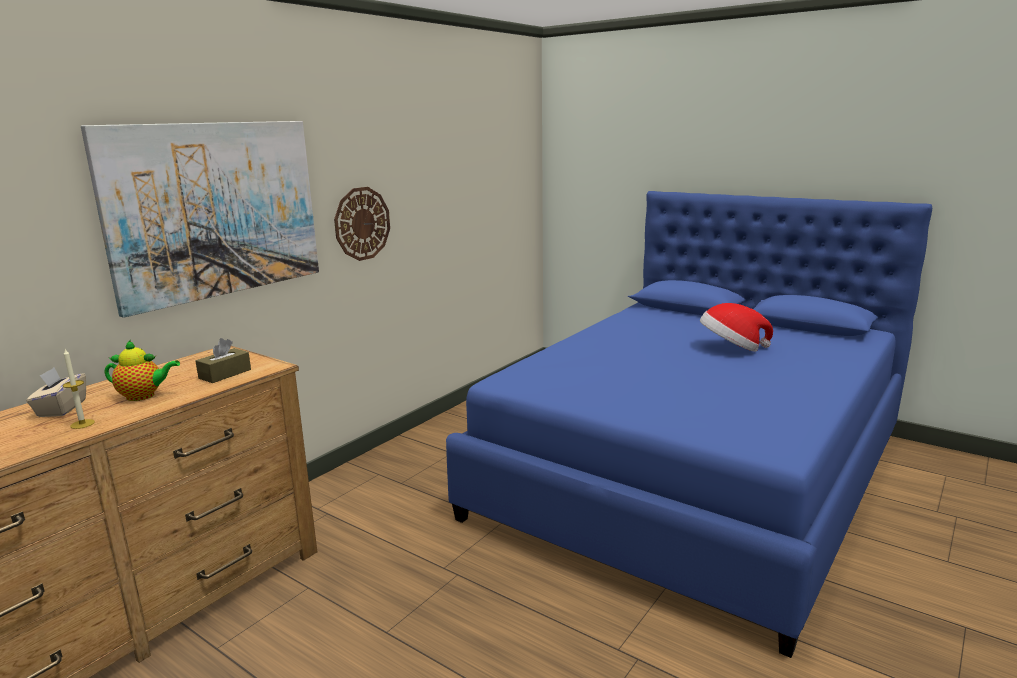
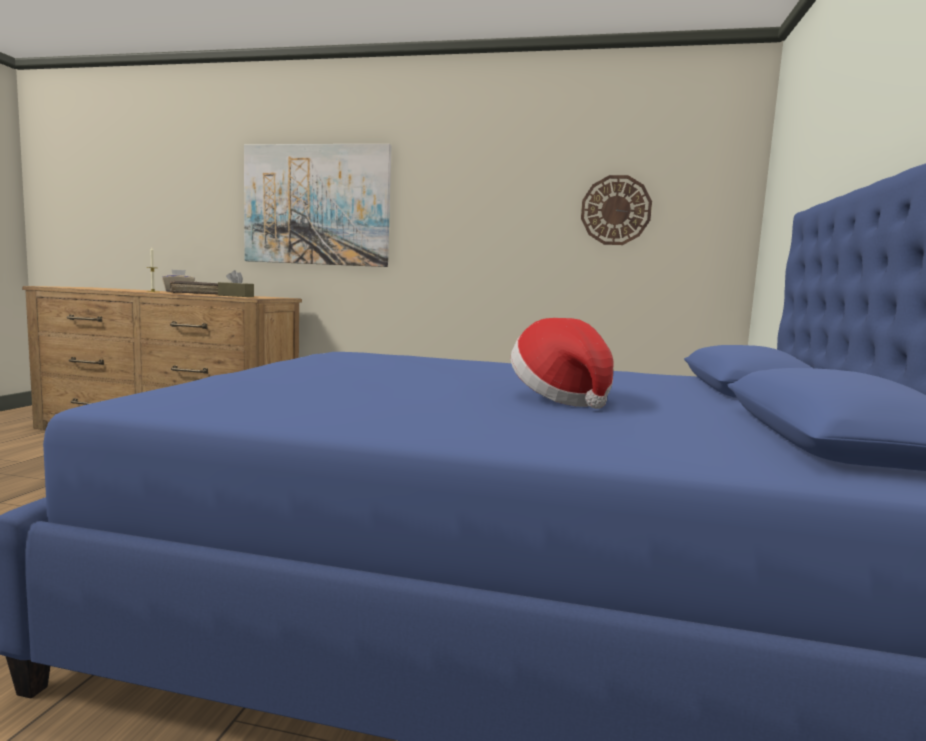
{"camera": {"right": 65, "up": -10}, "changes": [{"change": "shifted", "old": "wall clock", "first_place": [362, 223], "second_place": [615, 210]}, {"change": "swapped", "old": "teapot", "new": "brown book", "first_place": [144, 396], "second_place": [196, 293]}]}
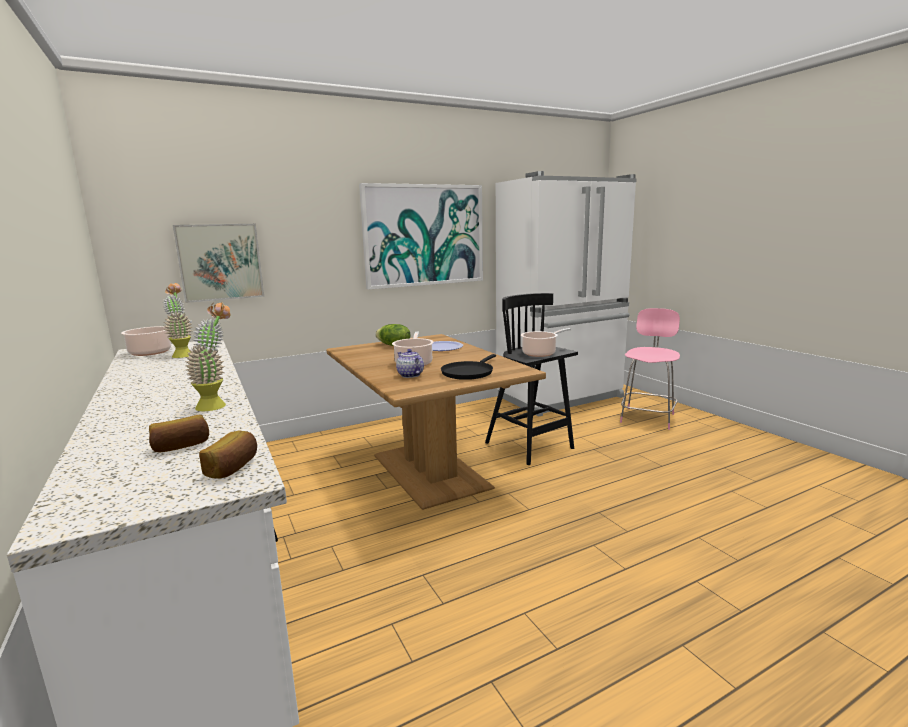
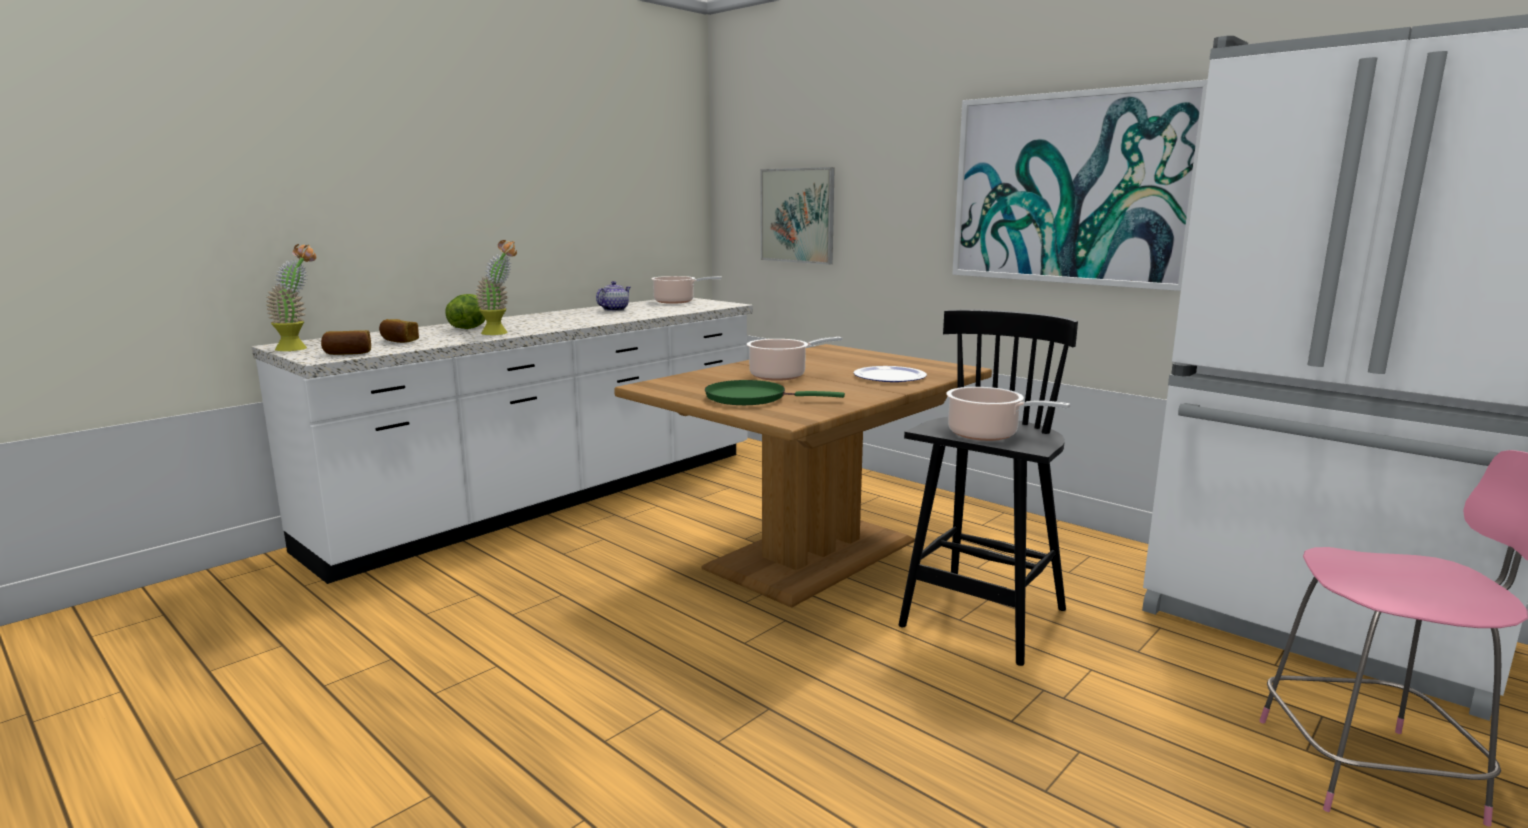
{"camera": {"right": 70, "up": 0}, "changes": [{"change": "shifted", "old": "potted plant", "first_place": [182, 354], "second_place": [299, 348]}, {"change": "shifted", "old": "lettuce", "first_place": [393, 345], "second_place": [469, 328]}, {"change": "shifted", "old": "teapot", "first_place": [409, 375], "second_place": [614, 309]}, {"change": "repainted", "old": "black frying pan", "new": "green frying pan", "first_place": [468, 372], "second_place": [751, 398]}]}
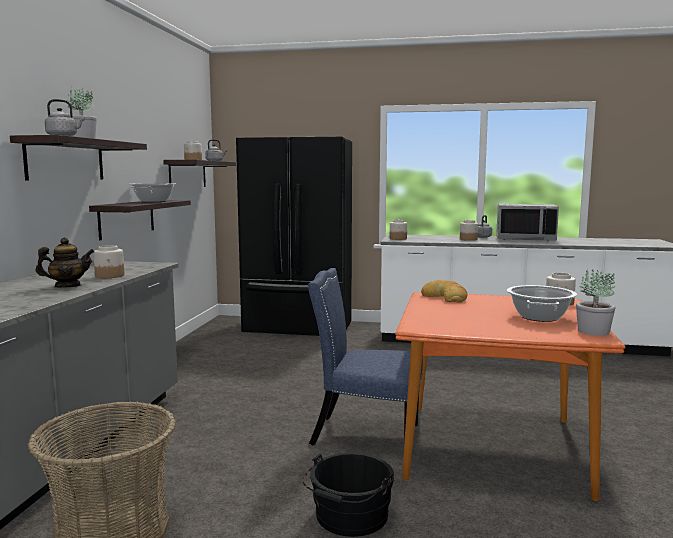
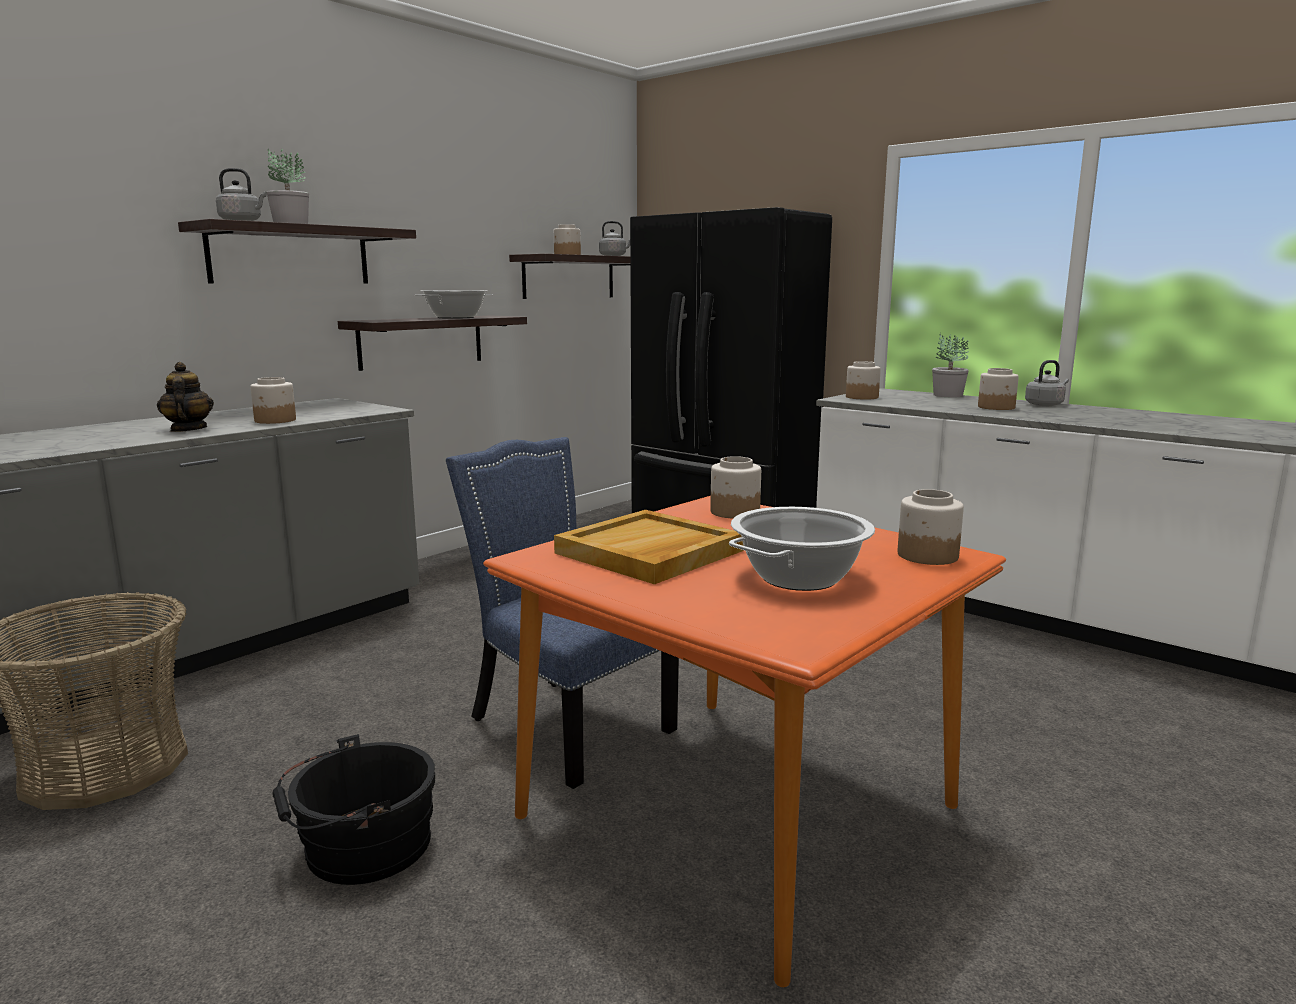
{"camera": {"right": 30, "up": 5}, "changes": [{"change": "gone", "old": "grey microwave", "first_place": [525, 239]}, {"change": "rotated", "old": "teapot", "first_place": [67, 286], "second_place": [188, 429], "degrees": -120}, {"change": "shifted", "old": "potted plant", "first_place": [593, 331], "second_place": [947, 395]}, {"change": "swapped", "old": "bread", "new": "jar", "first_place": [445, 297], "second_place": [734, 512]}, {"change": "new", "new": "beige tray", "second_place": [649, 552]}]}
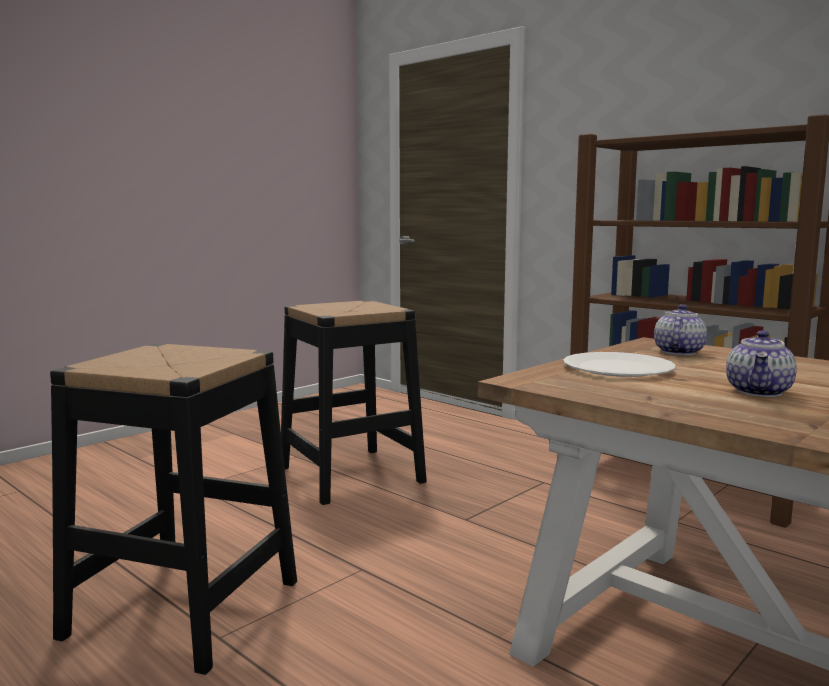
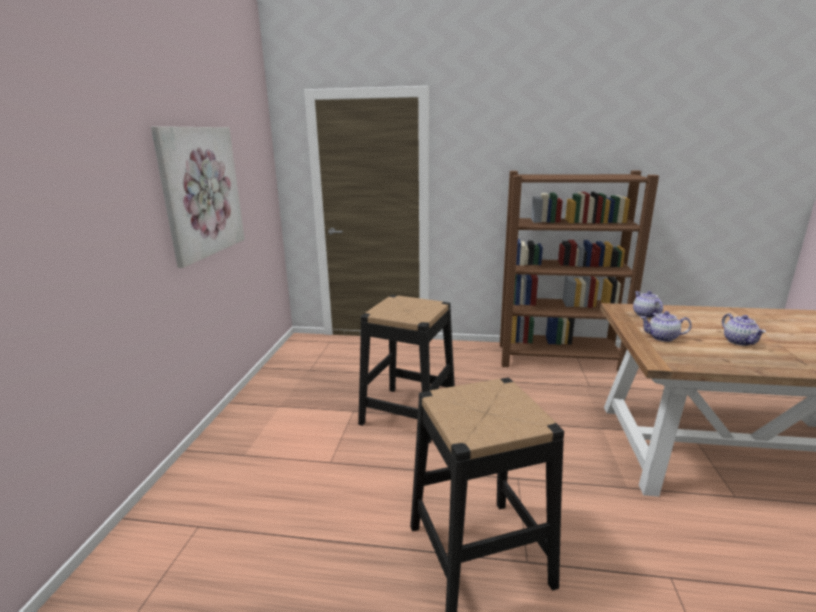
{"camera": {"right": -35, "up": 10}, "changes": [{"change": "swapped", "old": "white plate", "new": "teapot", "first_place": [618, 368], "second_place": [662, 338]}, {"change": "new", "new": "picture", "second_place": [202, 192]}]}
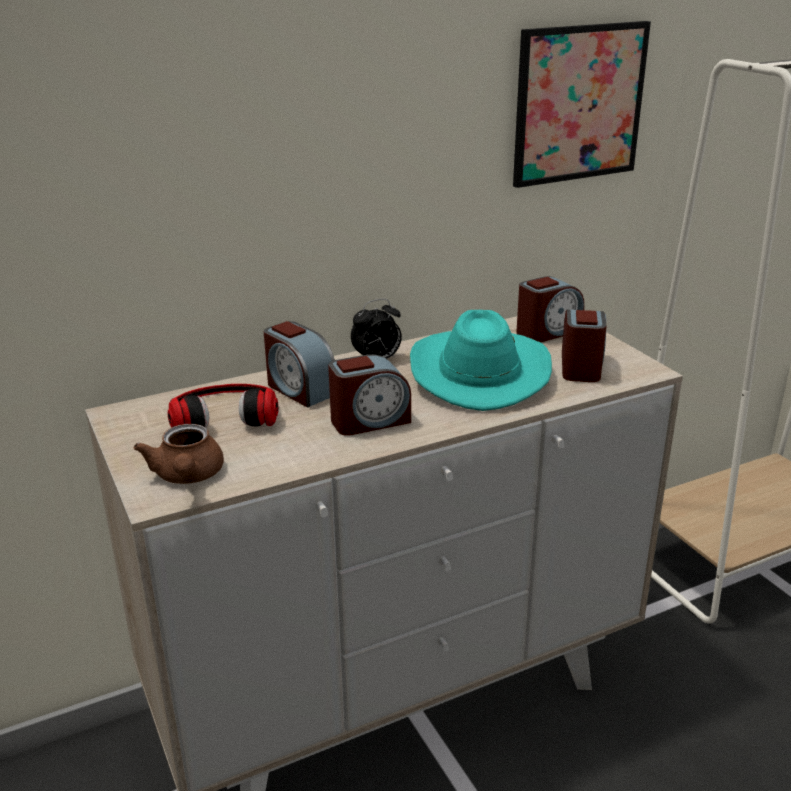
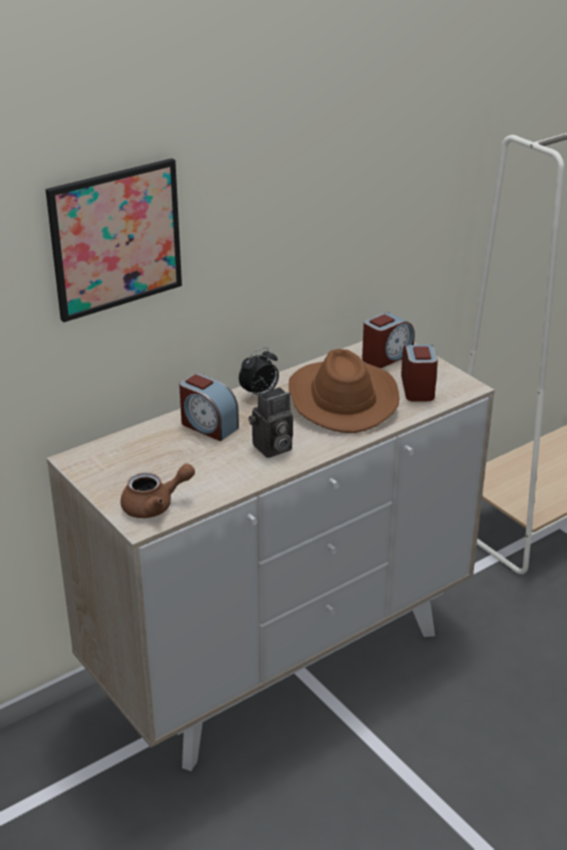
{"camera": {"right": -10, "up": 5}, "changes": [{"change": "shifted", "old": "picture", "first_place": [578, 104], "second_place": [116, 239]}, {"change": "repainted", "old": "turquoise hat", "new": "brown hat", "first_place": [478, 372], "second_place": [341, 399]}, {"change": "swapped", "old": "alarm clock", "new": "photo camera", "first_place": [370, 421], "second_place": [272, 449]}, {"change": "gone", "old": "headphones", "first_place": [224, 414]}, {"change": "rotated", "old": "brown teapot", "first_place": [187, 477], "second_place": [155, 506], "degrees": -90}]}
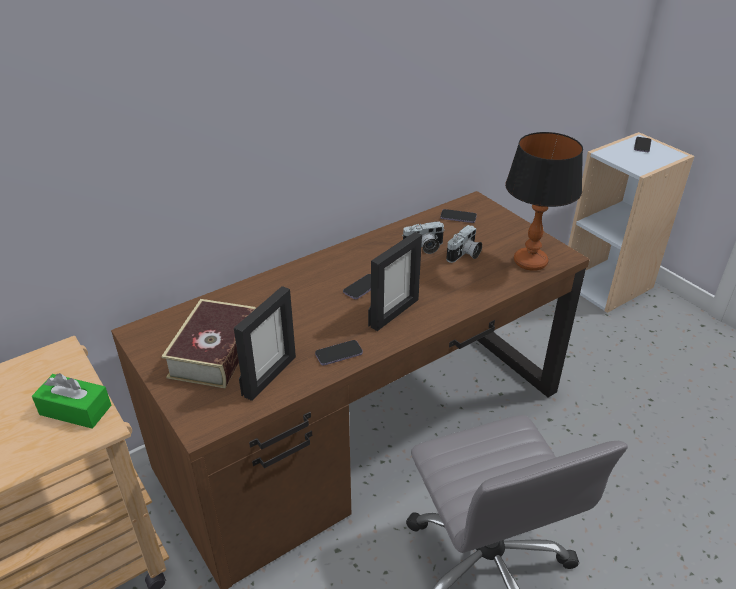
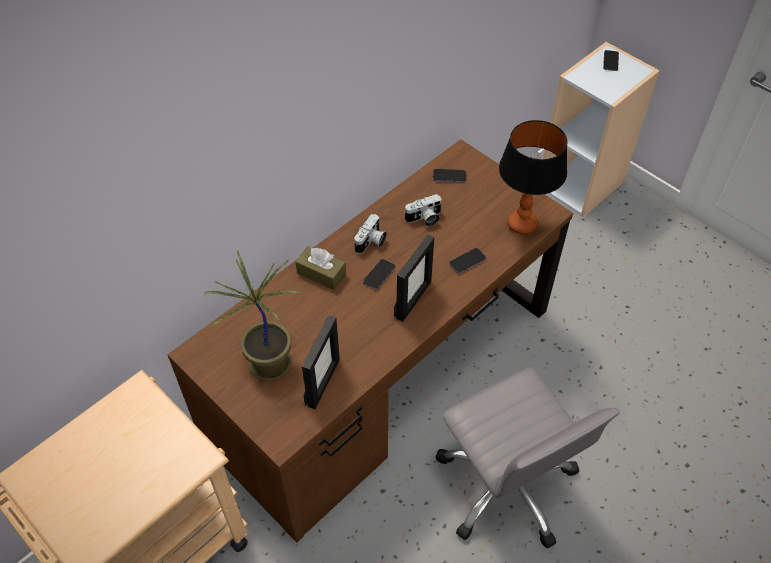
{"camera": {"right": -10, "up": 15}, "changes": [{"change": "shifted", "old": "photo camera", "first_place": [464, 255], "second_place": [371, 242]}, {"change": "swapped", "old": "book", "new": "potted plant", "first_place": [214, 352], "second_place": [268, 365]}, {"change": "shifted", "old": "phone", "first_place": [339, 354], "second_place": [467, 261]}, {"change": "gone", "old": "green tissue box", "first_place": [75, 410]}, {"change": "new", "new": "brown tissue box", "second_place": [321, 273]}]}
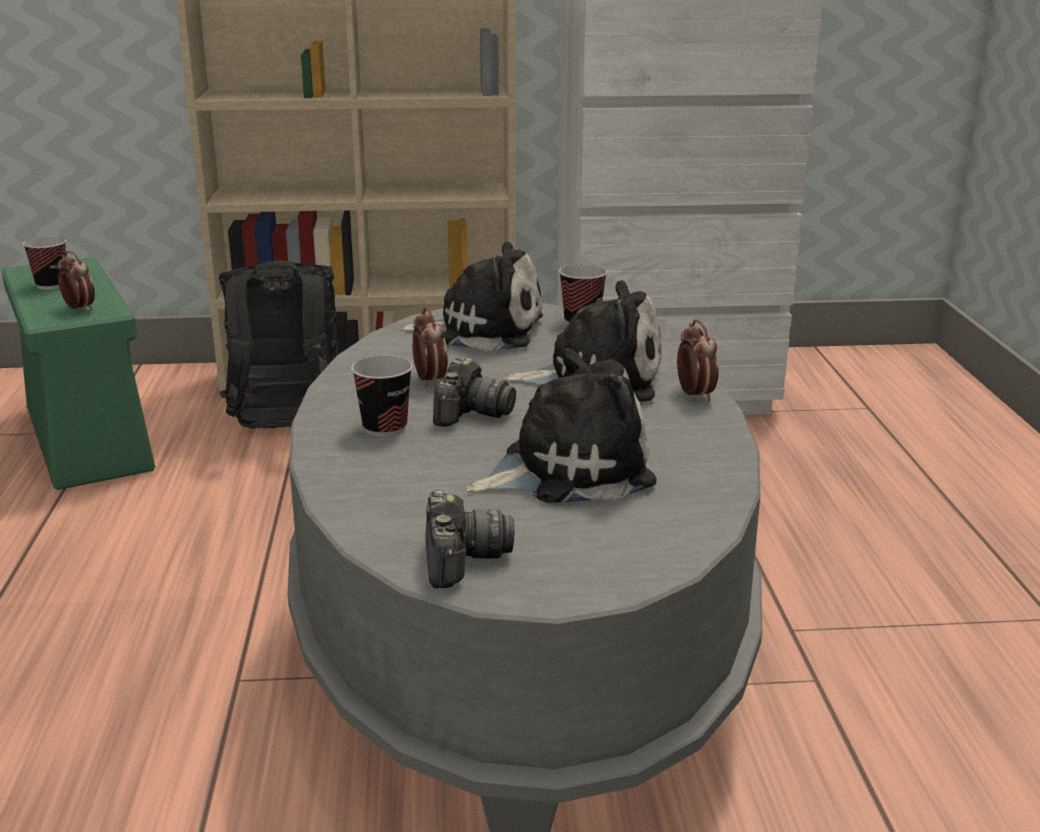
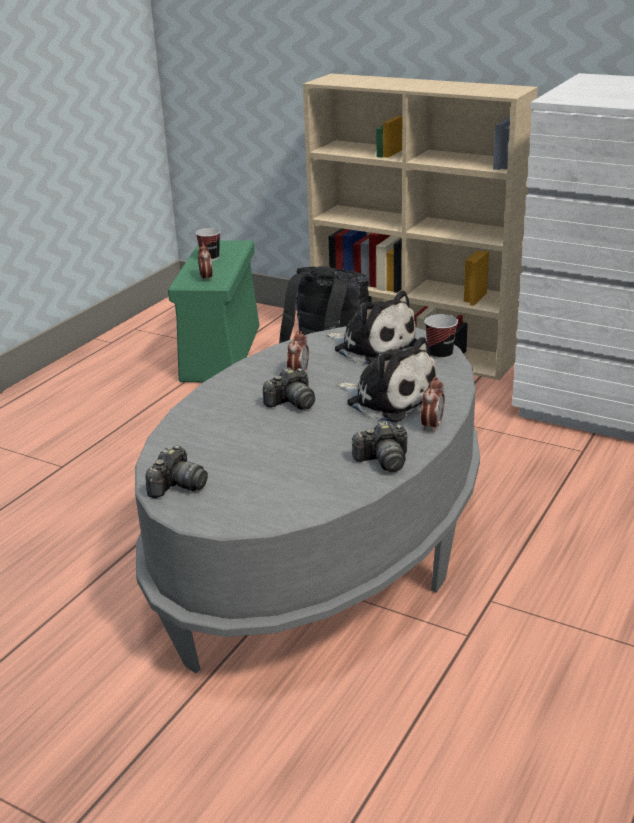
{"camera": {"right": 35, "up": 5}, "changes": [{"change": "gone", "old": "plush toy", "first_place": [567, 470]}, {"change": "gone", "old": "cup", "first_place": [385, 428]}, {"change": "new", "new": "photo camera", "second_place": [383, 461]}]}
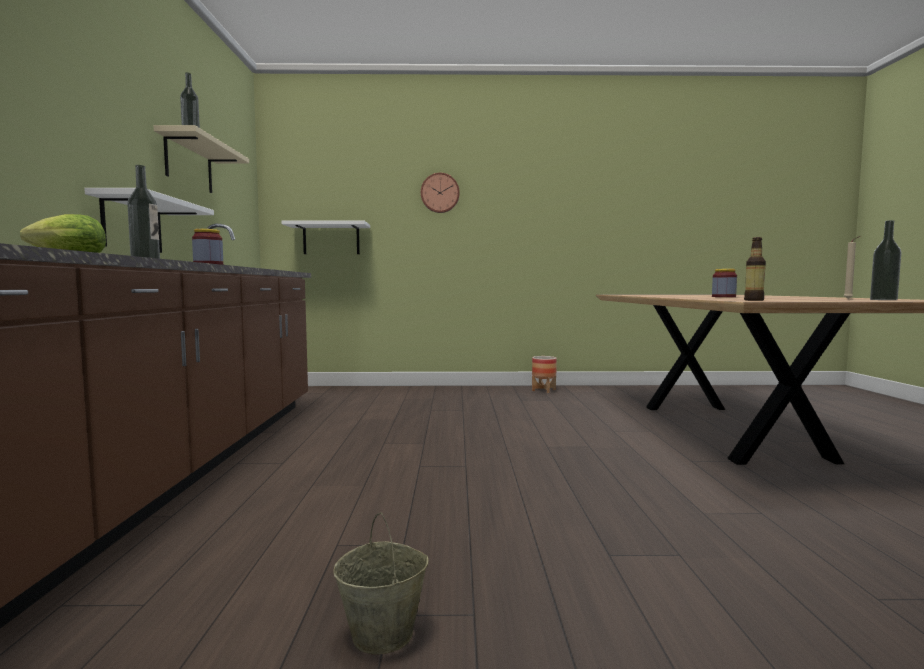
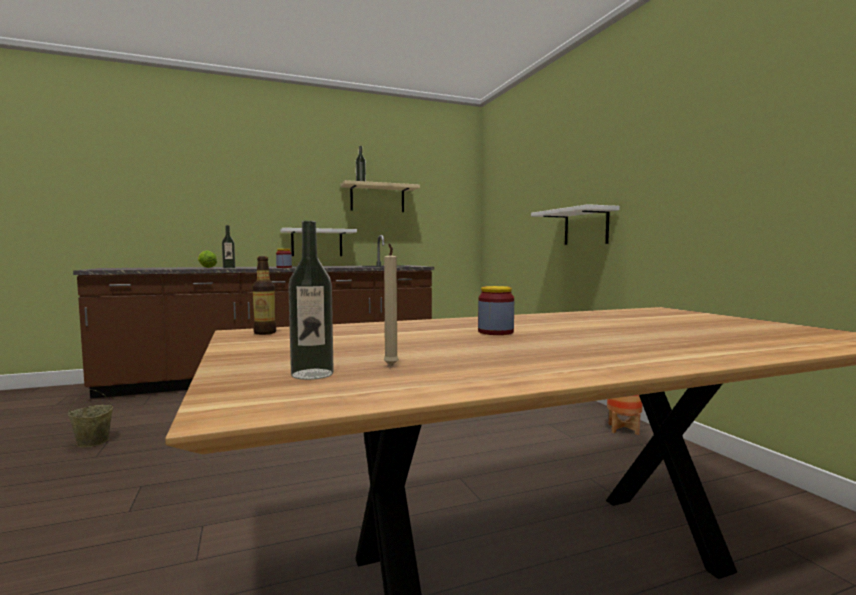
{"camera": {"right": 70, "up": 0}, "changes": [{"change": "gone", "old": "wall clock", "first_place": [440, 193]}, {"change": "shifted", "old": "white shelf", "first_place": [331, 239], "second_place": [586, 227]}]}
